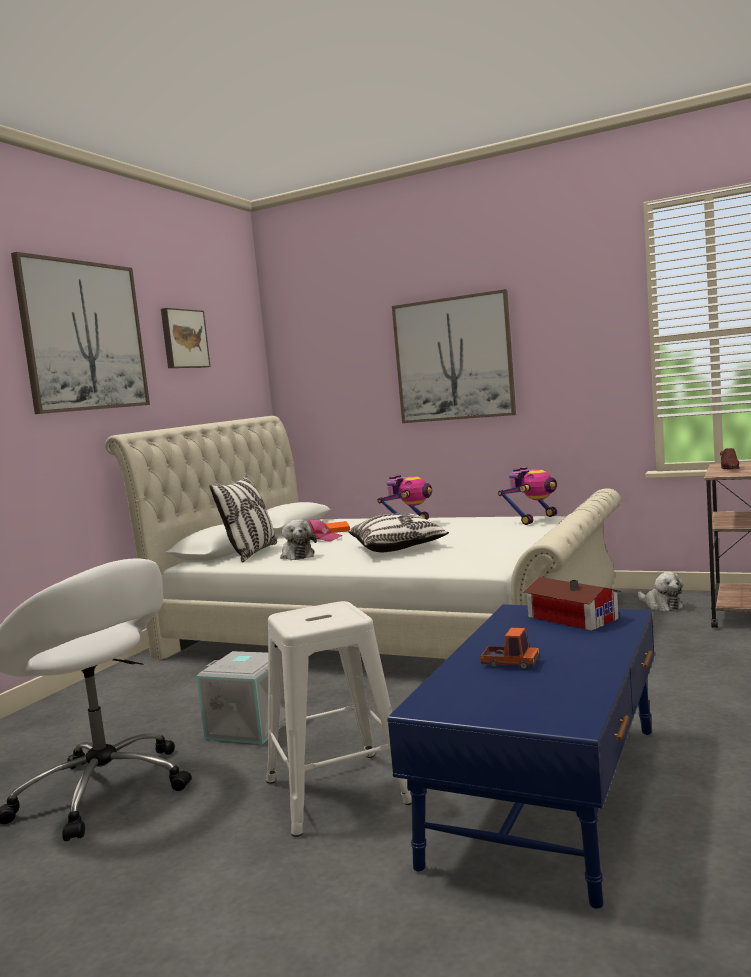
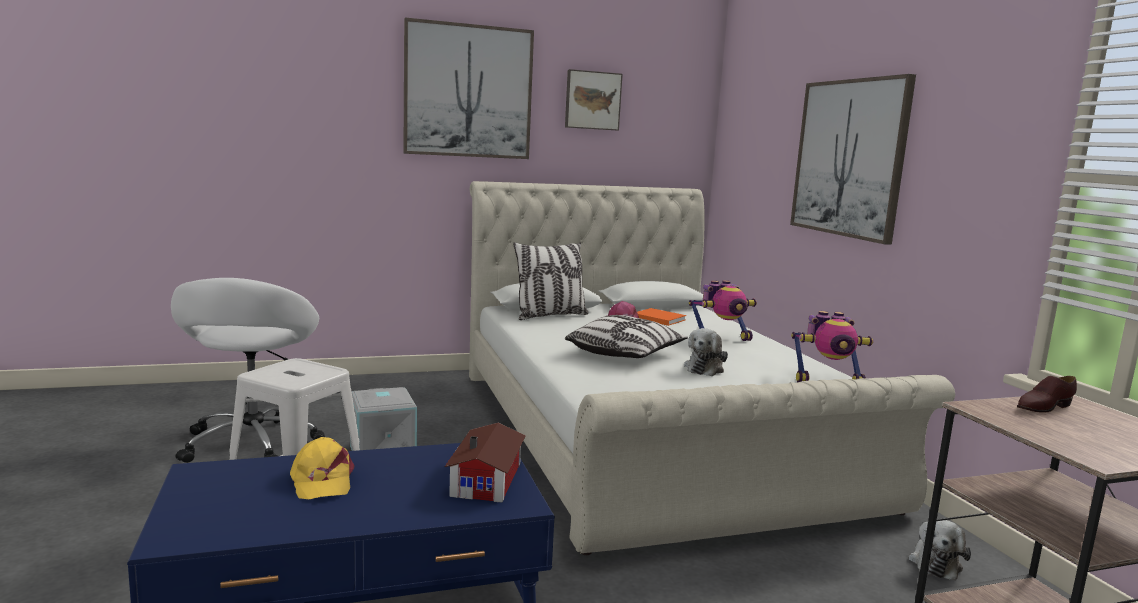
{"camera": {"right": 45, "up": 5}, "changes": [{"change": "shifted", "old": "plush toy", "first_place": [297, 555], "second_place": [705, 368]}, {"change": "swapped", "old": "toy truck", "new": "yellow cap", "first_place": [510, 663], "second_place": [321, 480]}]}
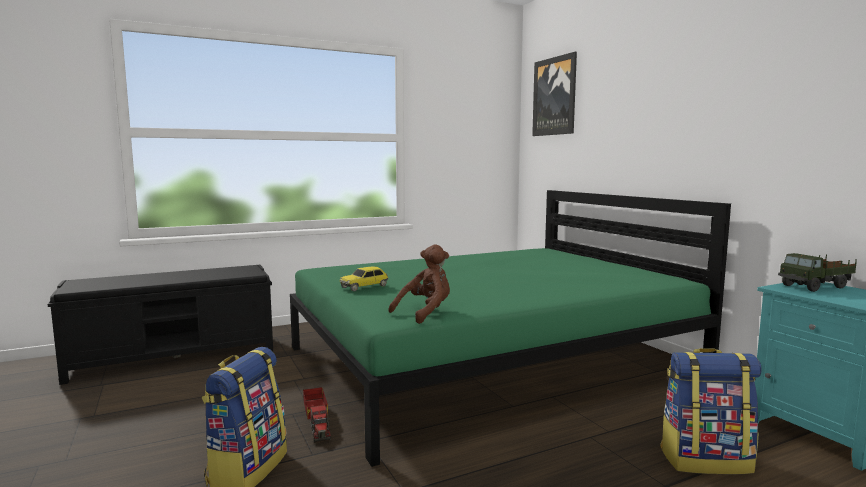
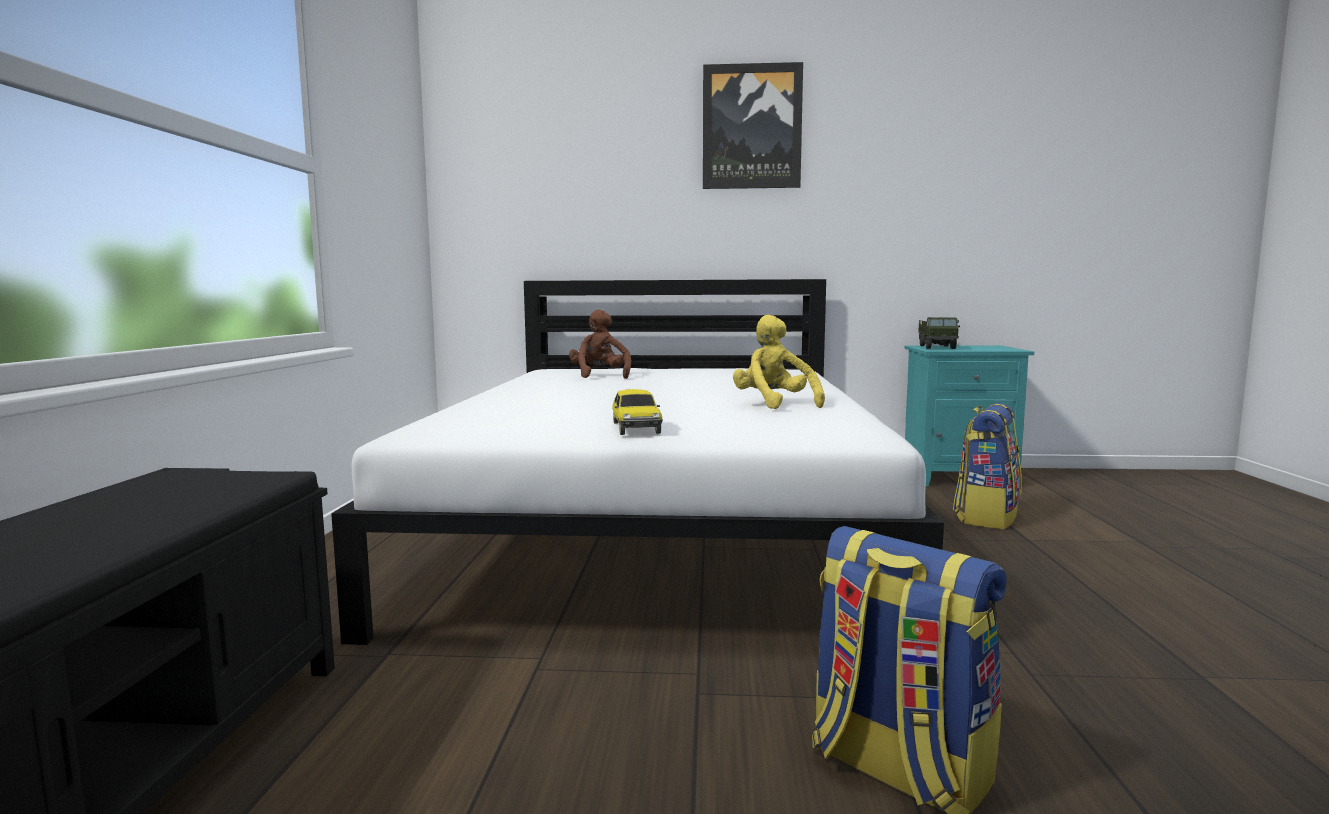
{"camera": {"right": -60, "up": 0}, "changes": [{"change": "shifted", "old": "picture", "first_place": [555, 96], "second_place": [751, 127]}, {"change": "repainted", "old": "green bed", "new": "white bed", "first_place": [490, 360], "second_place": [661, 526]}, {"change": "shifted", "old": "brown plush toy", "first_place": [425, 313], "second_place": [600, 376]}, {"change": "gone", "old": "toy truck", "first_place": [317, 422]}, {"change": "new", "new": "yellow plush toy", "second_place": [774, 404]}]}
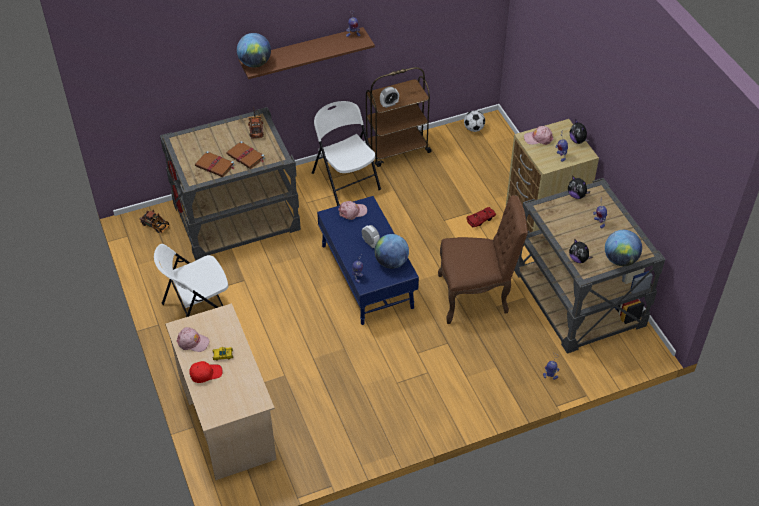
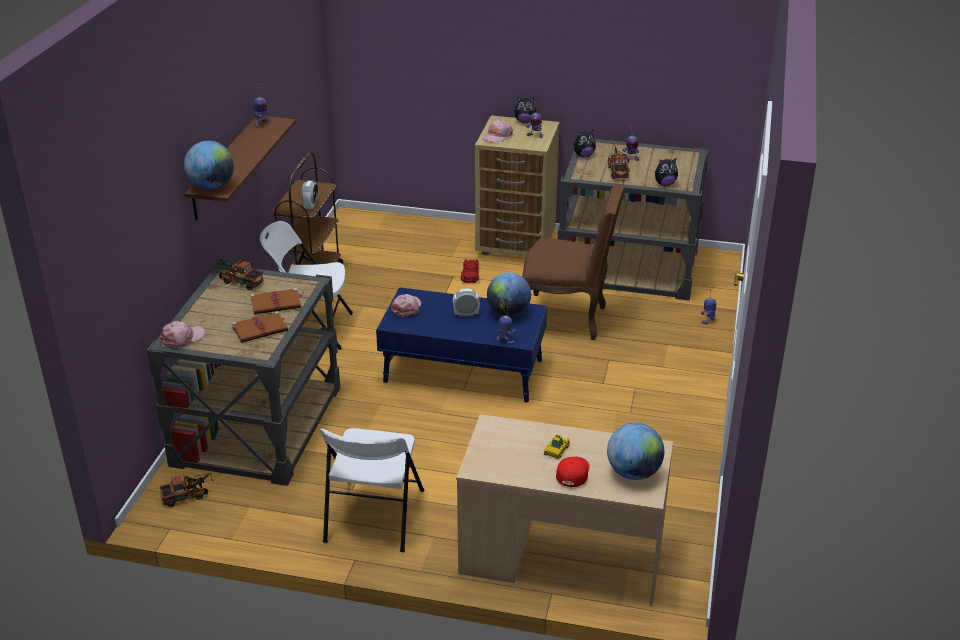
{"camera": {"right": -55, "up": -15}, "changes": [{"change": "gone", "old": "football", "first_place": [473, 129]}, {"change": "rotated", "old": "brown chair", "first_place": [475, 296], "second_place": [565, 319], "degrees": 75}, {"change": "shifted", "old": "globe", "first_place": [620, 260], "second_place": [633, 472]}, {"change": "shifted", "old": "pink cap", "first_place": [192, 342], "second_place": [182, 338]}, {"change": "new", "new": "toy truck", "second_place": [617, 171]}]}
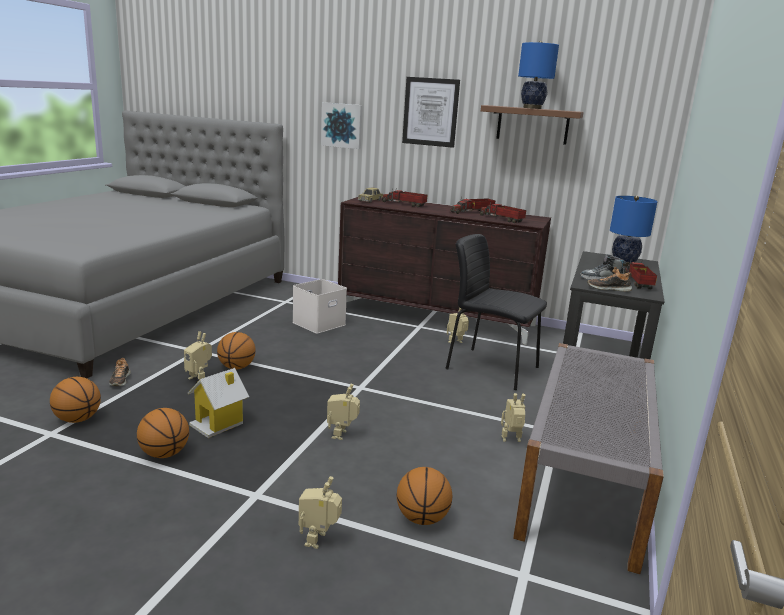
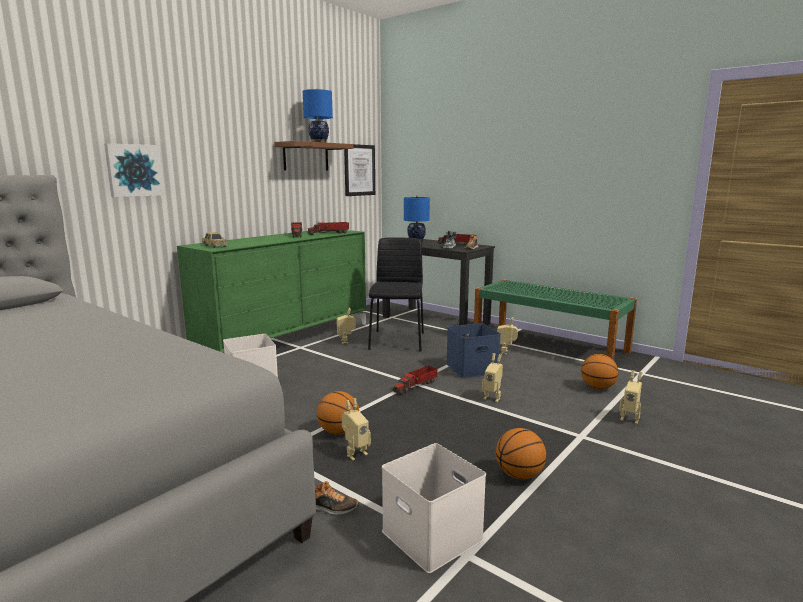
{"camera": {"right": -70, "up": -5}, "changes": [{"change": "shifted", "old": "picture", "first_place": [430, 112], "second_place": [359, 170]}, {"change": "shifted", "old": "toy truck", "first_place": [404, 204], "second_place": [416, 386]}, {"change": "repainted", "old": "brown dresser", "new": "green dresser", "first_place": [435, 317], "second_place": [286, 339]}, {"change": "rotated", "old": "black chair", "first_place": [489, 367], "second_place": [397, 340], "degrees": 135}, {"change": "repainted", "old": "grey bench", "new": "green bench", "first_place": [586, 478], "second_place": [549, 345]}, {"change": "gone", "old": "toy house", "first_place": [218, 423]}, {"change": "swapped", "old": "basketball", "new": "white storage box", "first_place": [77, 419], "second_place": [434, 535]}, {"change": "new", "new": "blue storage box", "second_place": [472, 368]}]}
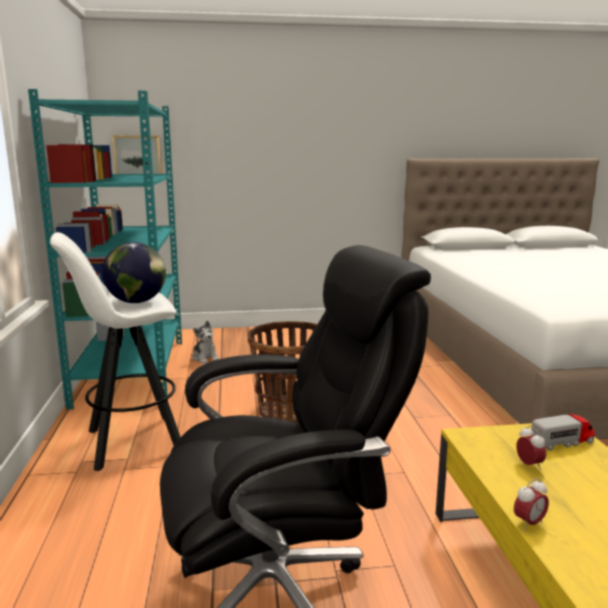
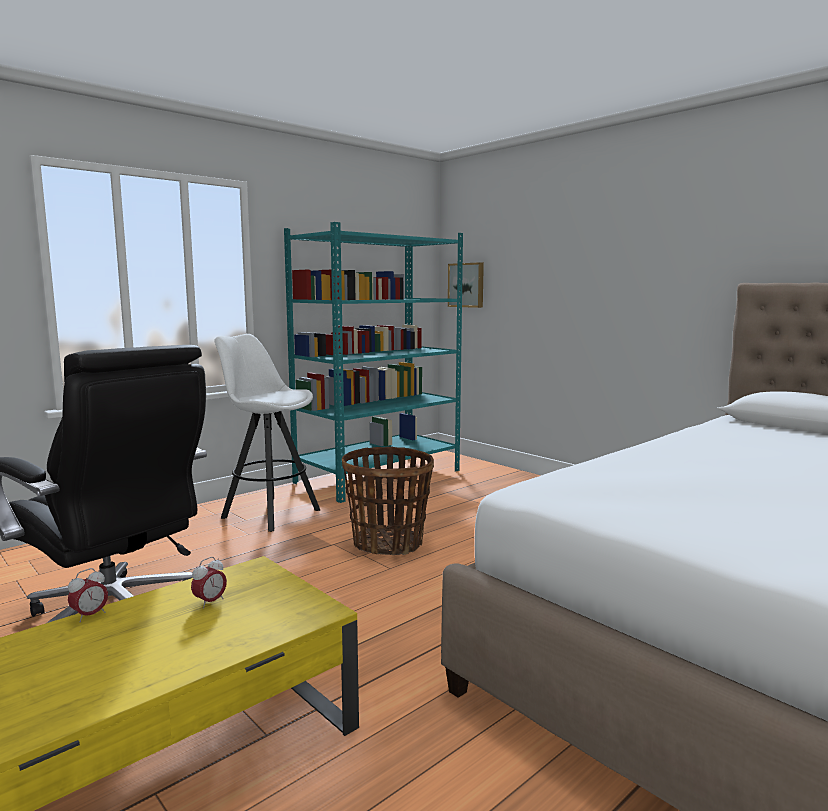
{"camera": {"right": 55, "up": -5}, "changes": [{"change": "gone", "old": "globe", "first_place": [137, 302]}, {"change": "gone", "old": "plush toy", "first_place": [205, 358]}, {"change": "gone", "old": "toy truck", "first_place": [563, 441]}, {"change": "rotated", "old": "alarm clock", "first_place": [529, 523], "second_place": [90, 615], "degrees": -75}]}
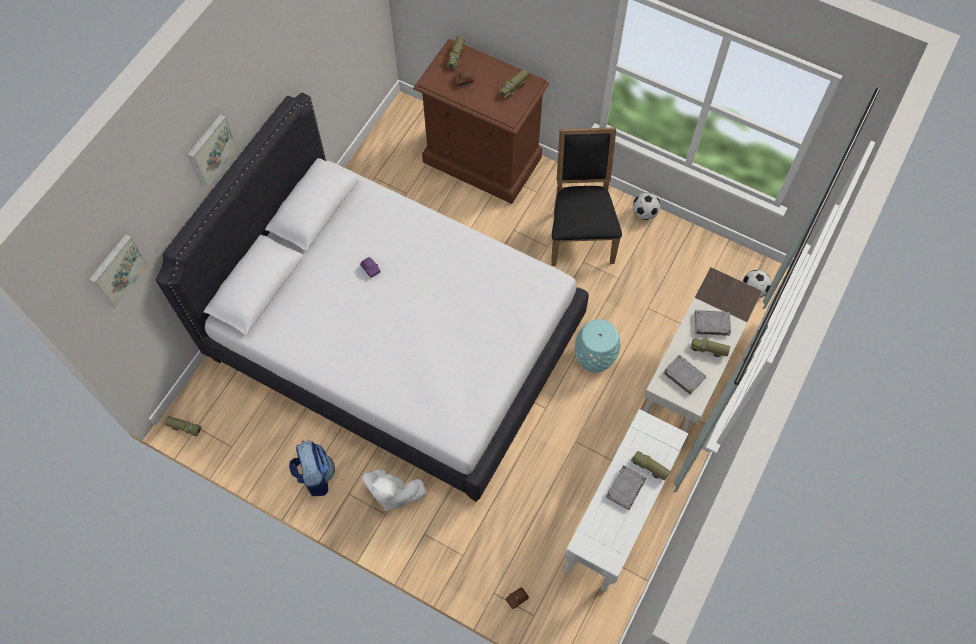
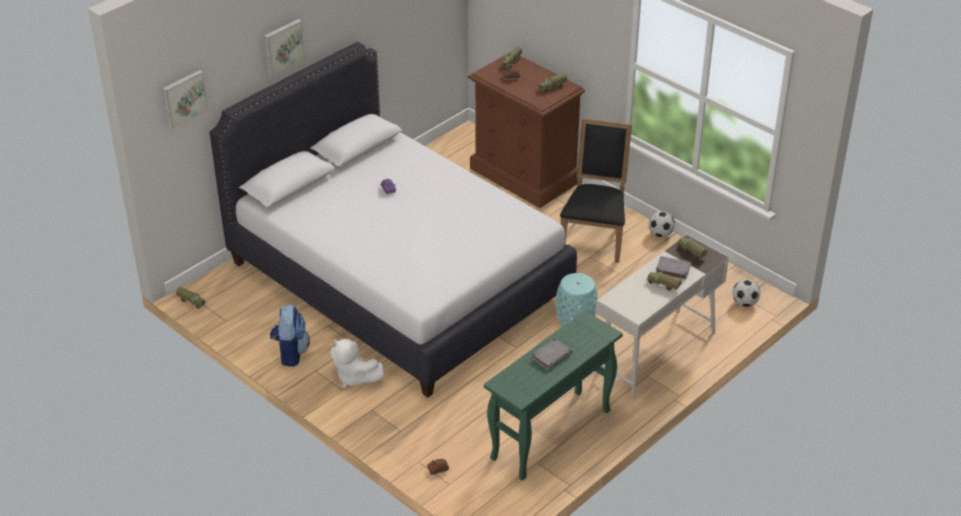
{"camera": {"right": 15, "up": -25}, "changes": [{"change": "gone", "old": "grey book", "first_place": [683, 375]}, {"change": "repainted", "old": "white console table", "new": "green console table", "first_place": [615, 522], "second_place": [550, 436]}, {"change": "shifted", "old": "toy truck", "first_place": [649, 468], "second_place": [691, 252]}]}
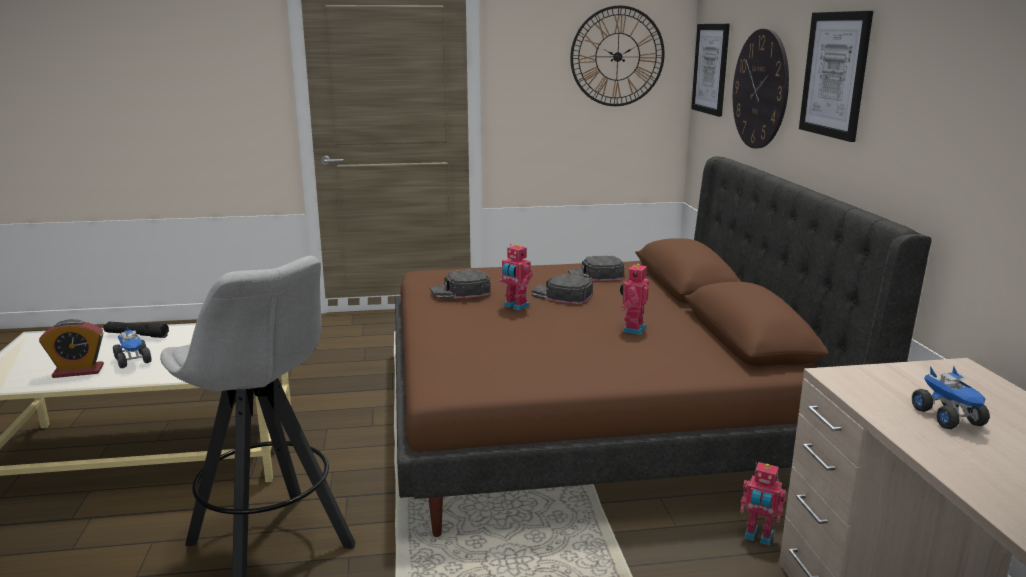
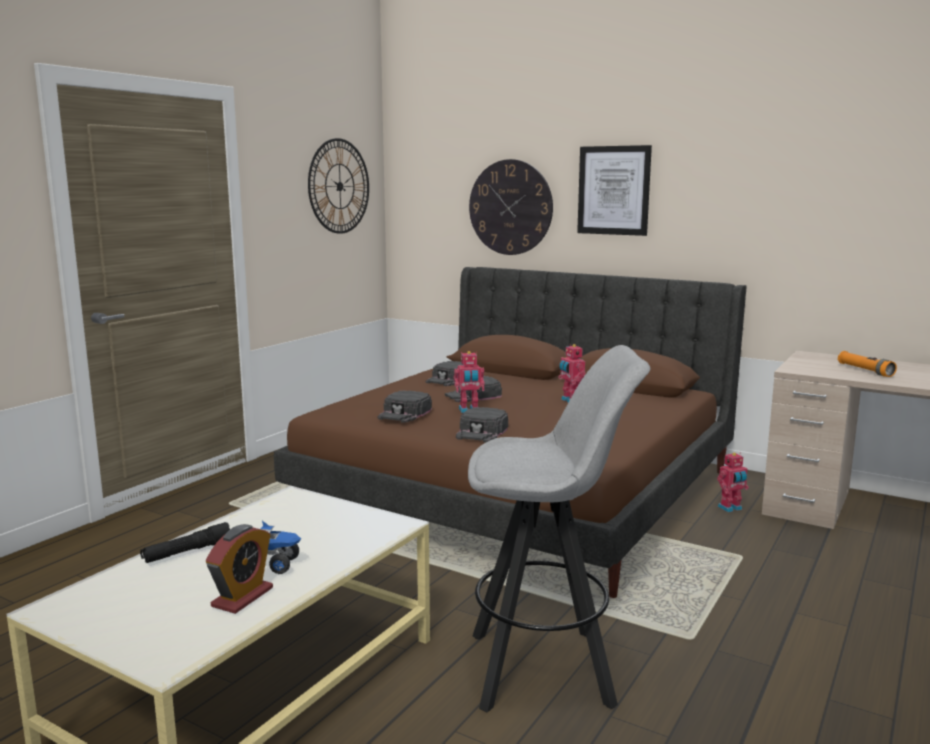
{"camera": {"right": -50, "up": -5}, "changes": [{"change": "gone", "old": "picture", "first_place": [711, 69]}, {"change": "swapped", "old": "toy truck", "new": "orange flashlight", "first_place": [948, 418], "second_place": [865, 371]}, {"change": "new", "new": "black cap", "second_place": [482, 432]}]}
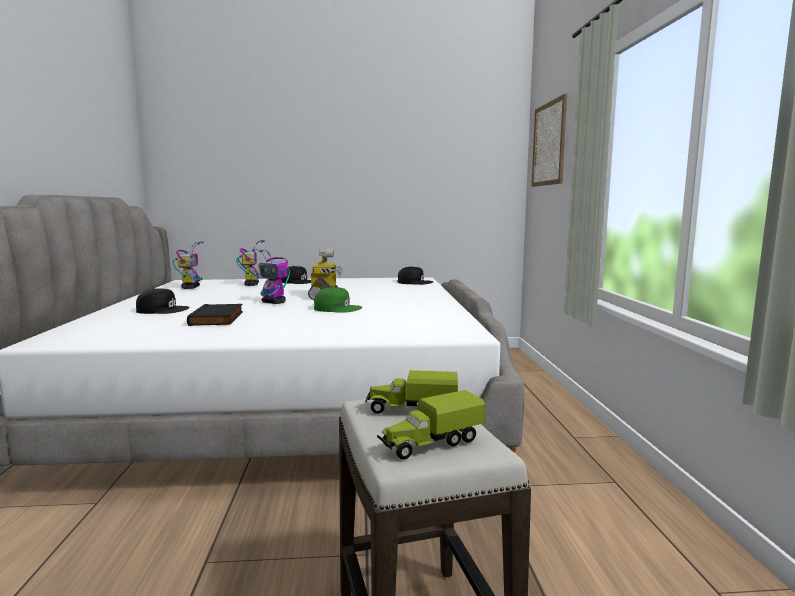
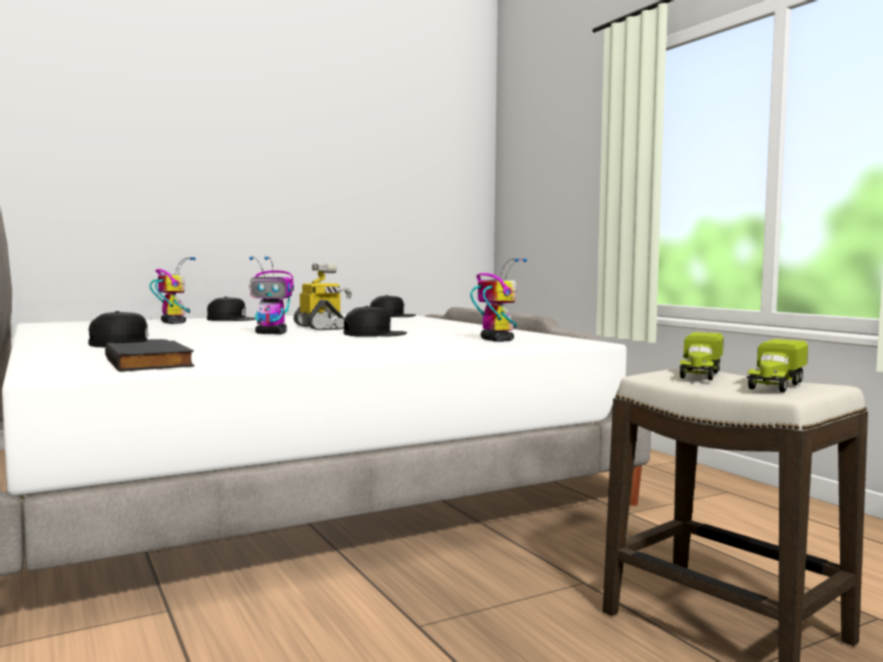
{"camera": {"right": -25, "up": -5}, "changes": [{"change": "gone", "old": "picture", "first_place": [549, 143]}, {"change": "shifted", "old": "toy robot", "first_place": [190, 287], "second_place": [496, 340]}, {"change": "repainted", "old": "green cap", "new": "black cap", "first_place": [337, 308], "second_place": [374, 334]}, {"change": "shifted", "old": "black book", "first_place": [218, 318], "second_place": [151, 363]}, {"change": "rotated", "old": "toy truck", "first_place": [411, 409], "second_place": [700, 374], "degrees": -45}]}
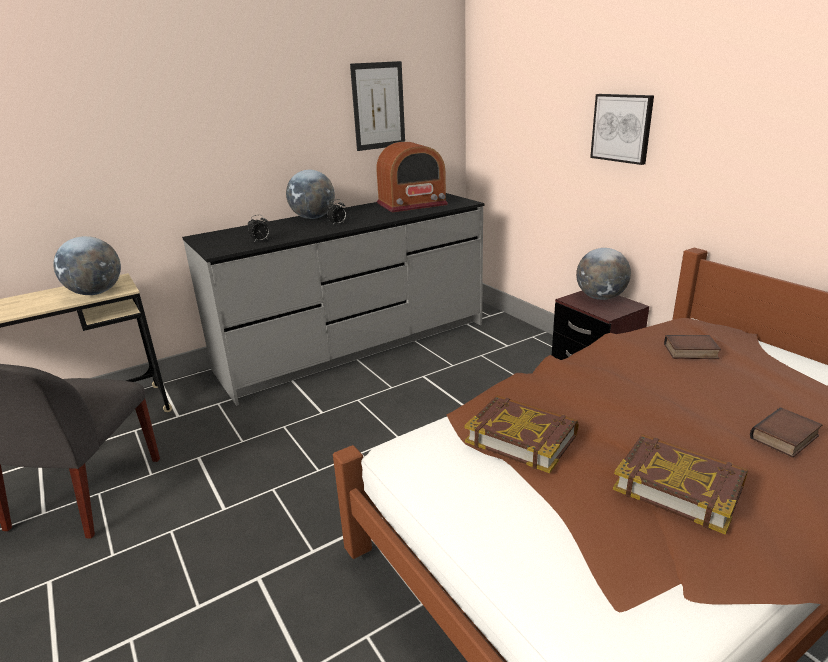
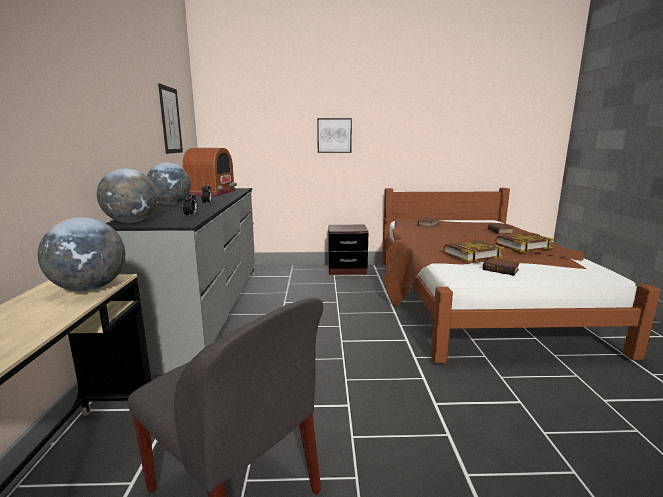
{"camera": {"right": -60, "up": -10}, "changes": [{"change": "shifted", "old": "globe", "first_place": [600, 297], "second_place": [131, 222]}, {"change": "new", "new": "book", "second_place": [501, 269]}]}
